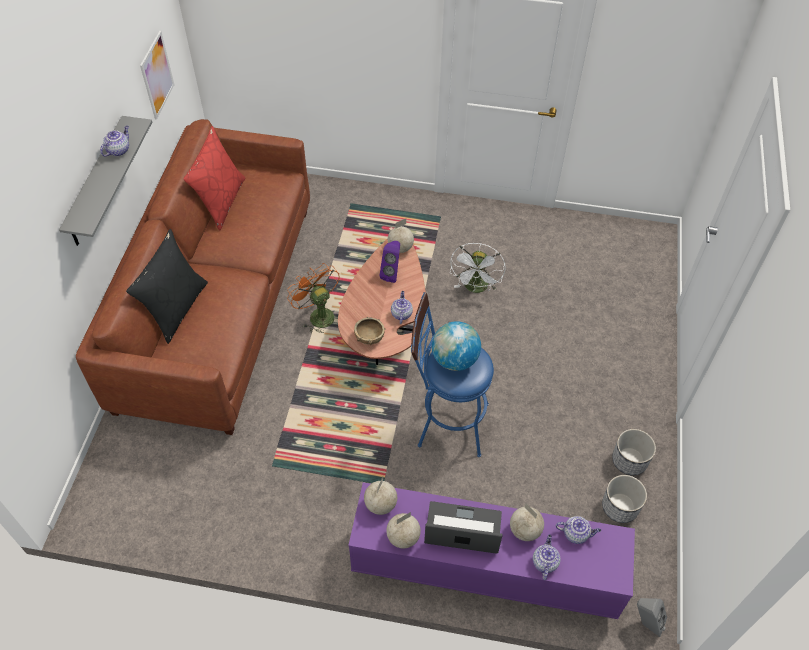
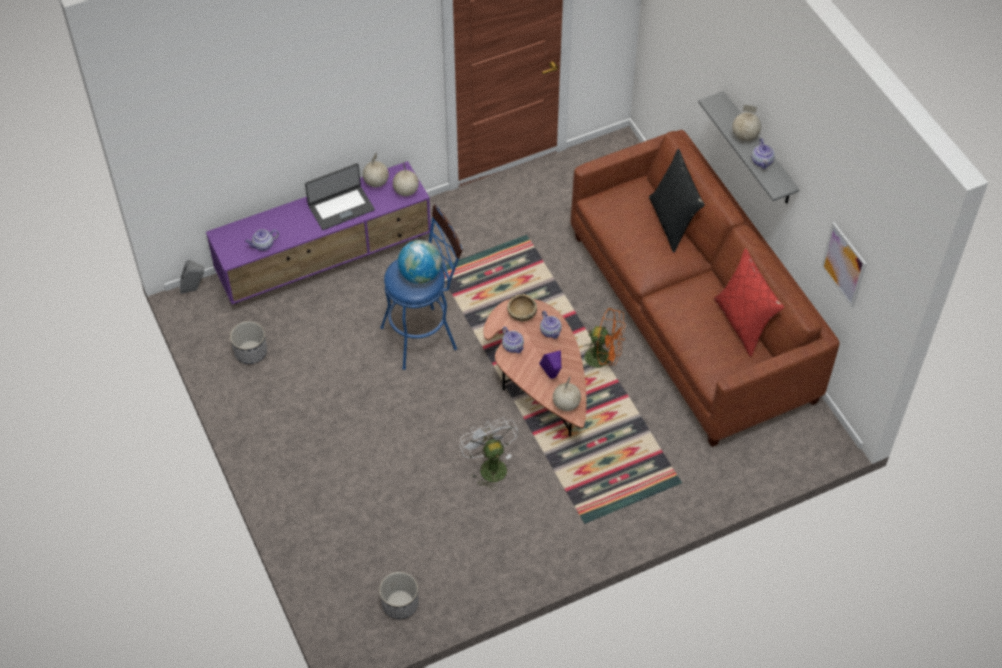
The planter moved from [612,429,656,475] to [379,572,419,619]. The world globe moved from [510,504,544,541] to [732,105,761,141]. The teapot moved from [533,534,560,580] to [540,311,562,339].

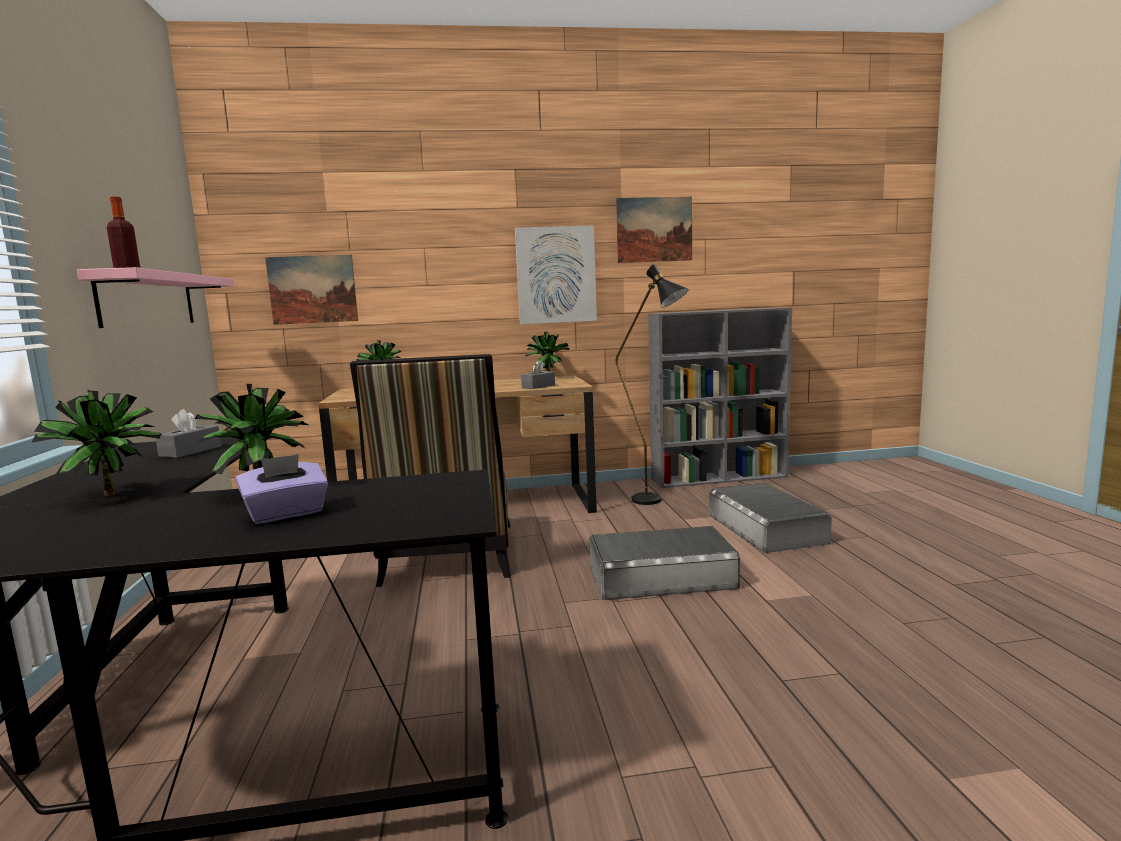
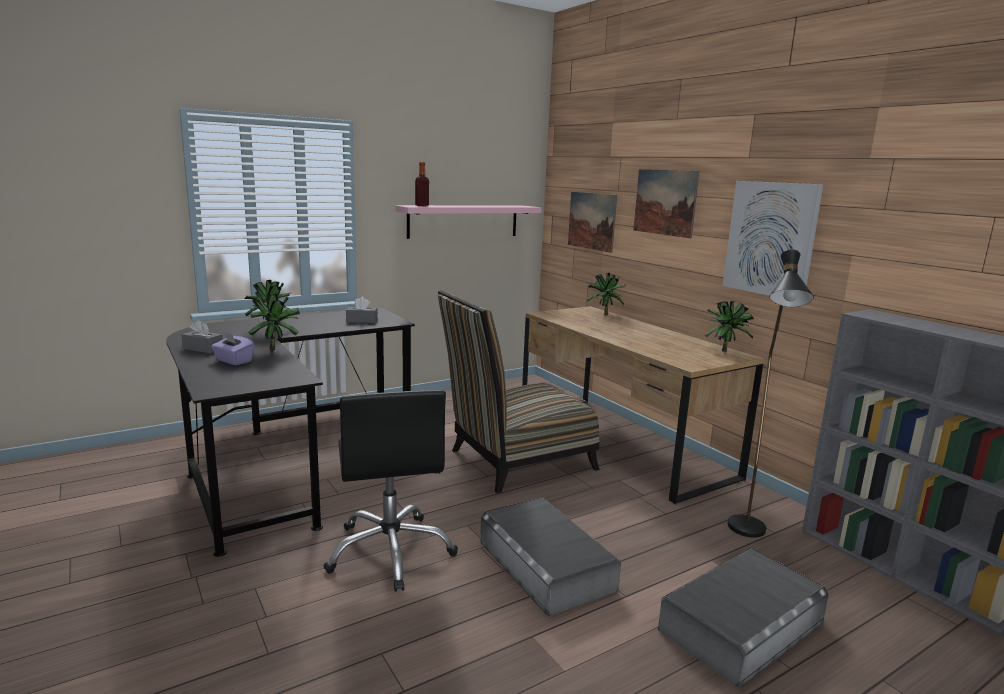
The picture moved from [616,197,692,263] to [634,169,699,238]. The grey box of tissues moved from [521,360,555,389] to [181,320,223,353]. The blackish desk chair at [323,390,458,592] appeared.

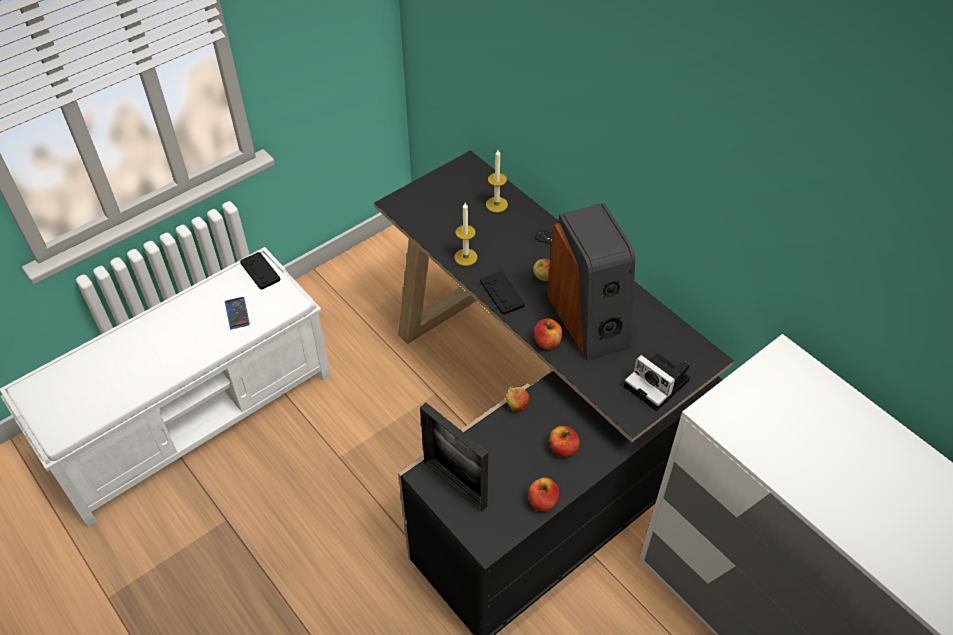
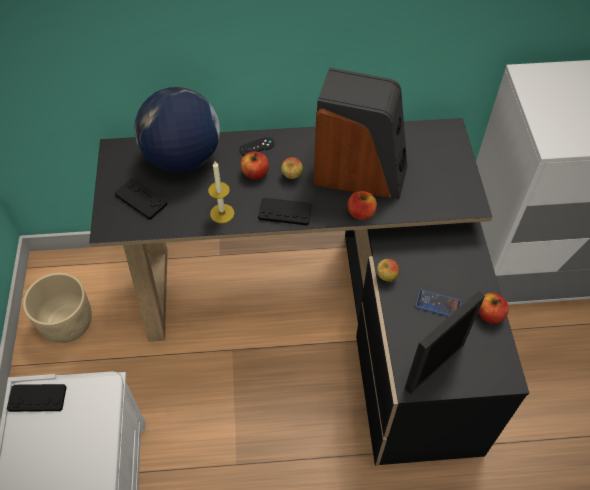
The wax light at [486,150,508,212] was replaced by the world globe at [134,87,220,172]. The phone moved from [225,297,250,329] to [415,289,462,316]. The photo camera at [624,354,690,411] disappeared. The picture frame at [420,403,488,512] turned 150 degrees clockwise. The apple fruit moved from [549,426,580,457] to [240,152,269,179]. The blackish game controller at [115,179,167,219] appeared. The beige planter at [23,273,92,343] appeared.

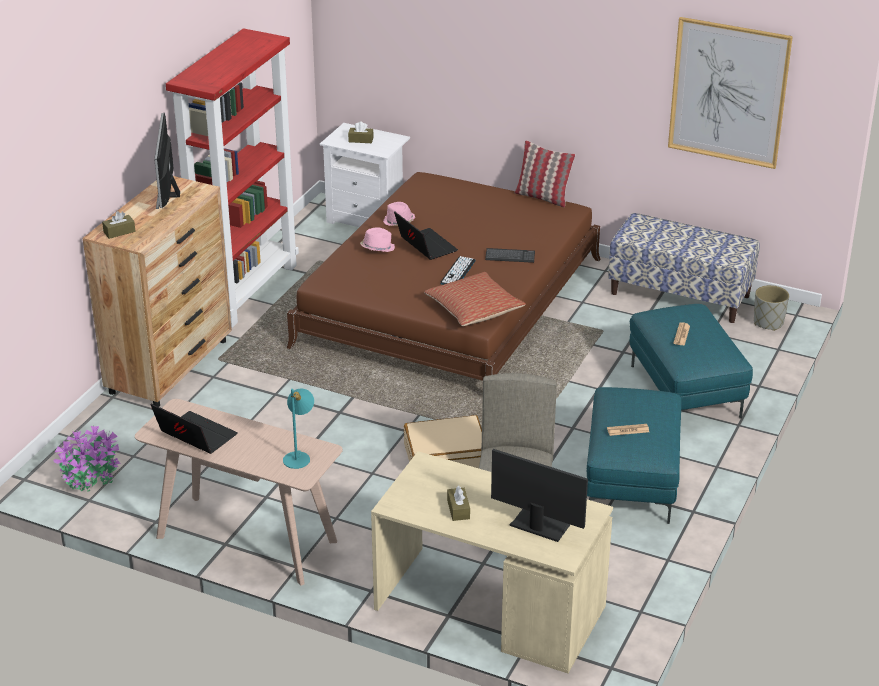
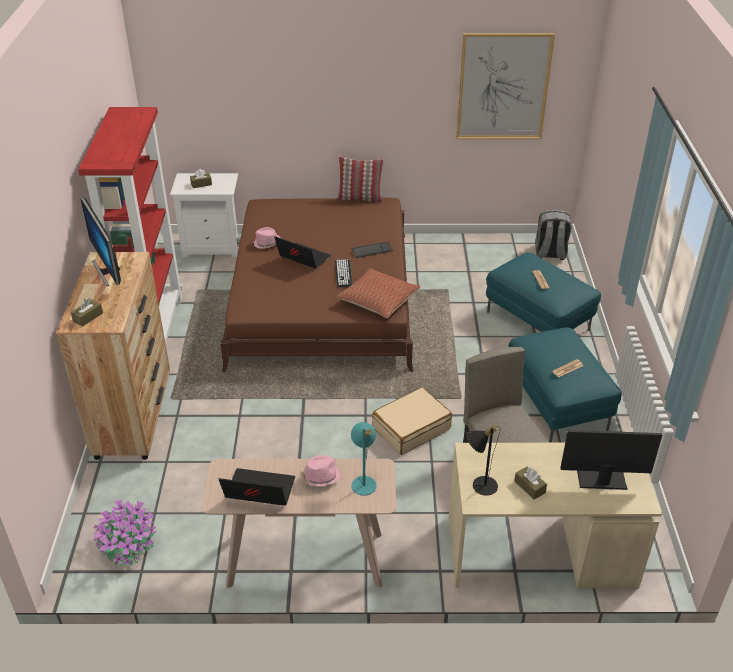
The bench at [608,213,760,323] disappeared. The pinkish wearable hat moved from [360,227,395,252] to [302,455,341,487]. The grey planter at [754,285,789,331] was replaced by the grey backpack at [535,209,571,260]. The blackish table lamp at [466,425,500,496] appeared.

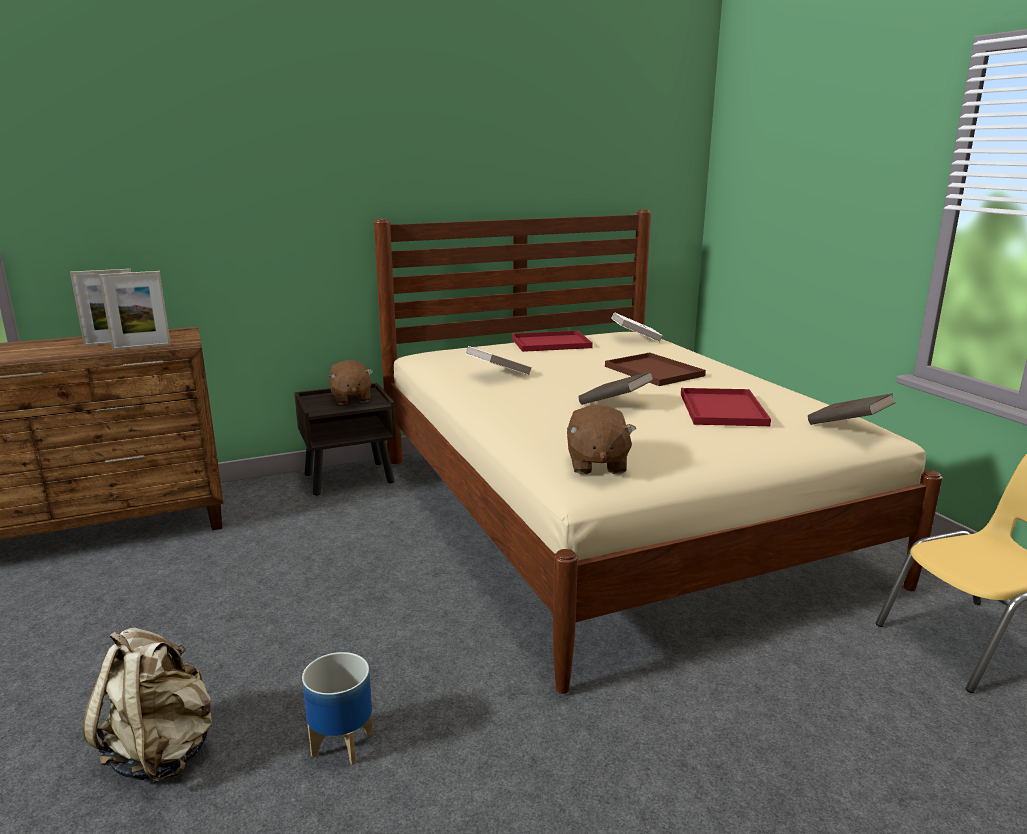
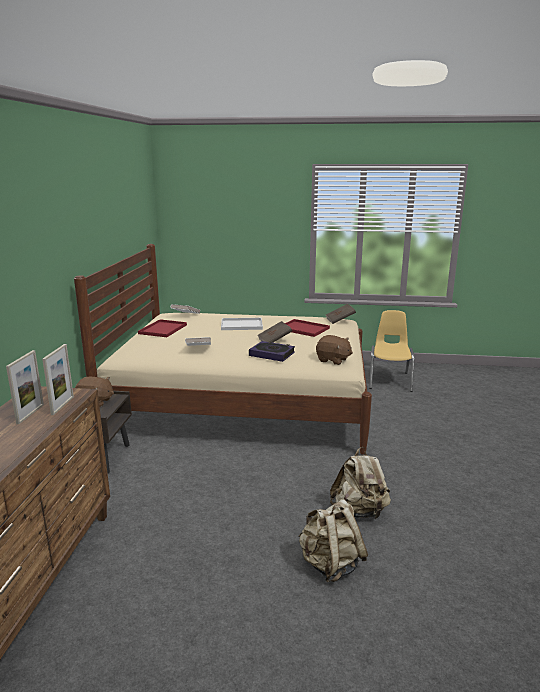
The brown carrying tray at [605,353,706,386] became the white-coloured carrying tray at [221,318,263,330]. The planter at [302,652,373,765] was replaced by the beige backpack at [330,447,391,520]. The book at [249,341,295,362] appeared.

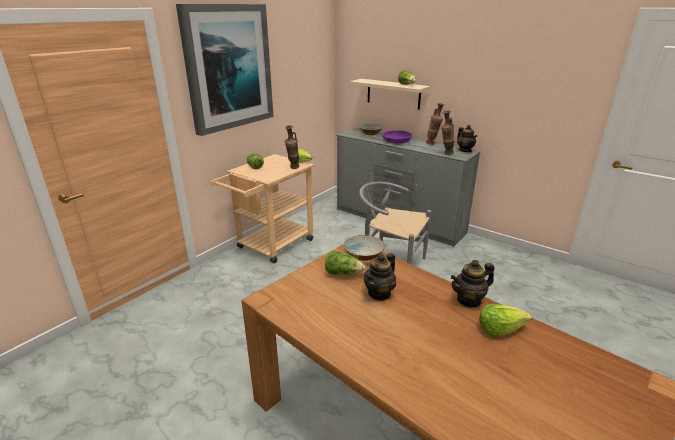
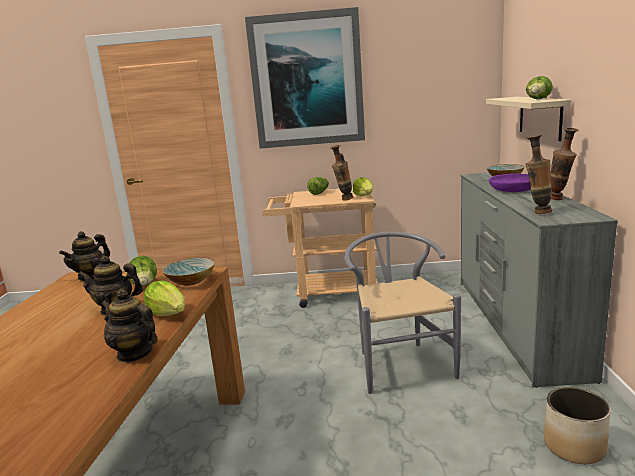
The teapot moved from [457,125,477,152] to [59,231,110,281]. The head of lettuce moved from [479,304,532,337] to [144,280,185,316]. The planter at [544,387,611,464] appeared.

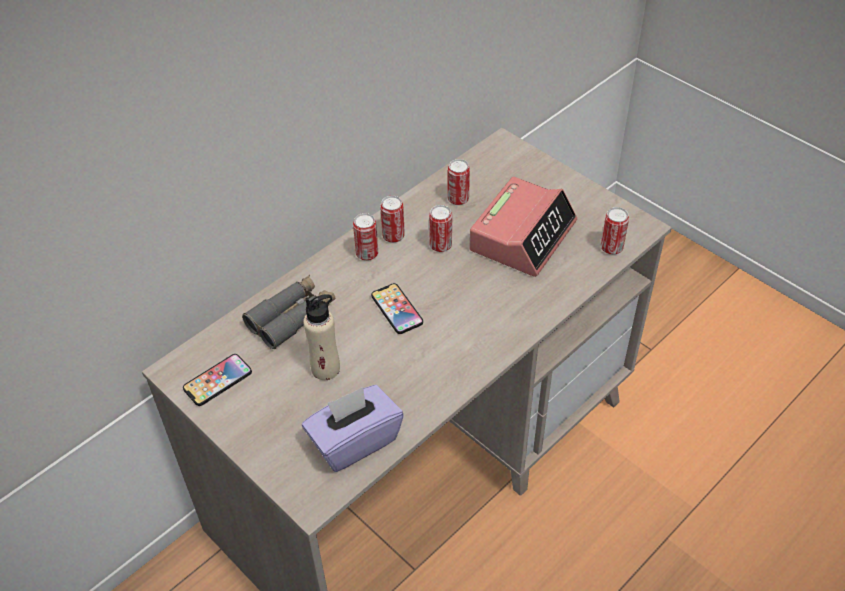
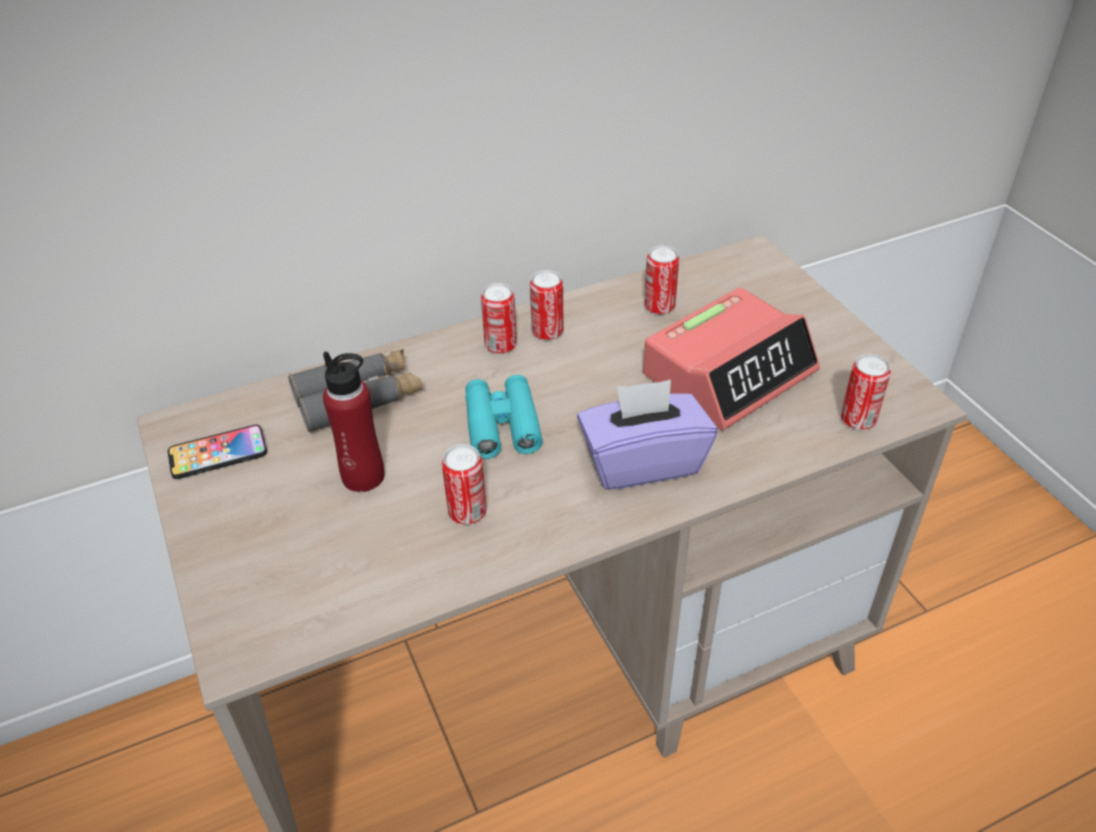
The can moved from [429,205,452,252] to [442,444,487,525]. The phone at [371,283,423,334] was replaced by the turquoise-coloured field glasses at [465,375,543,459]. The beige bottle at [303,294,340,380] became the reddish bottle at [323,352,385,492]. The purple box of tissues moved from [302,385,404,472] to [577,380,717,490].

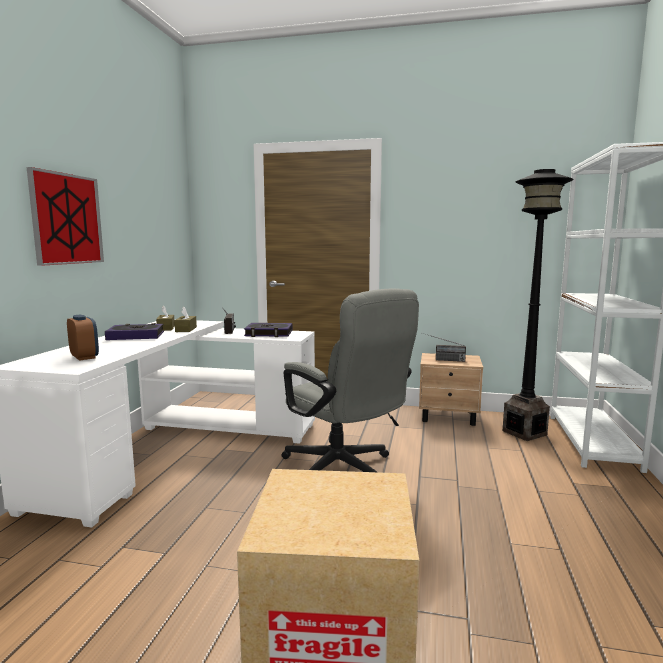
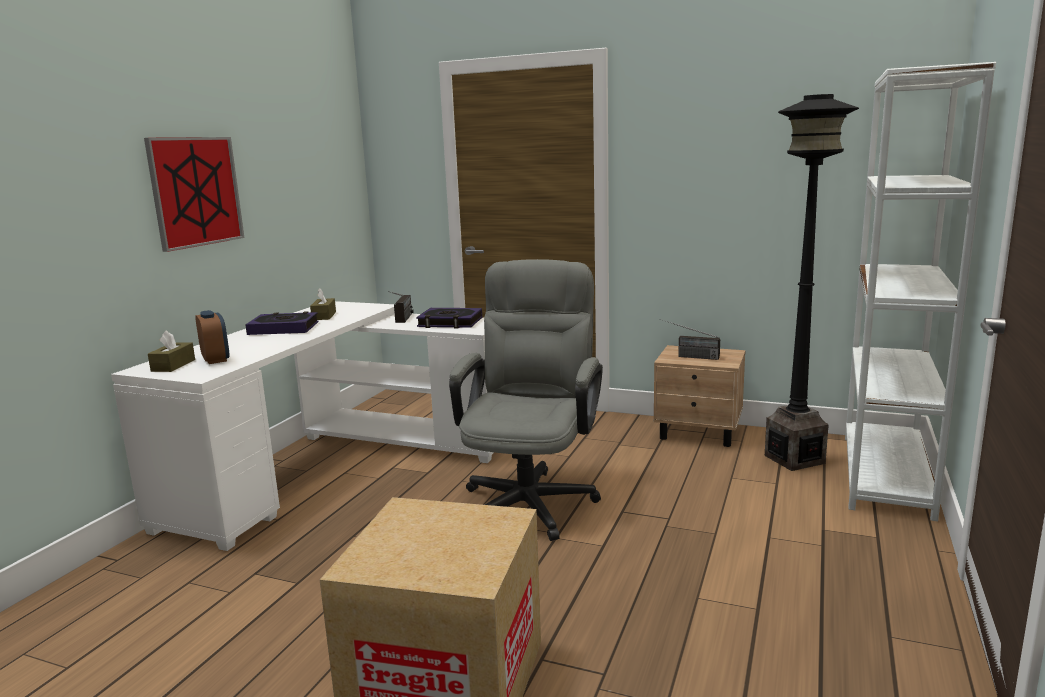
The grey desk chair at [281,289,419,472] turned 135 degrees counterclockwise. The brown box of tissues moved from [174,307,197,332] to [148,330,195,372].

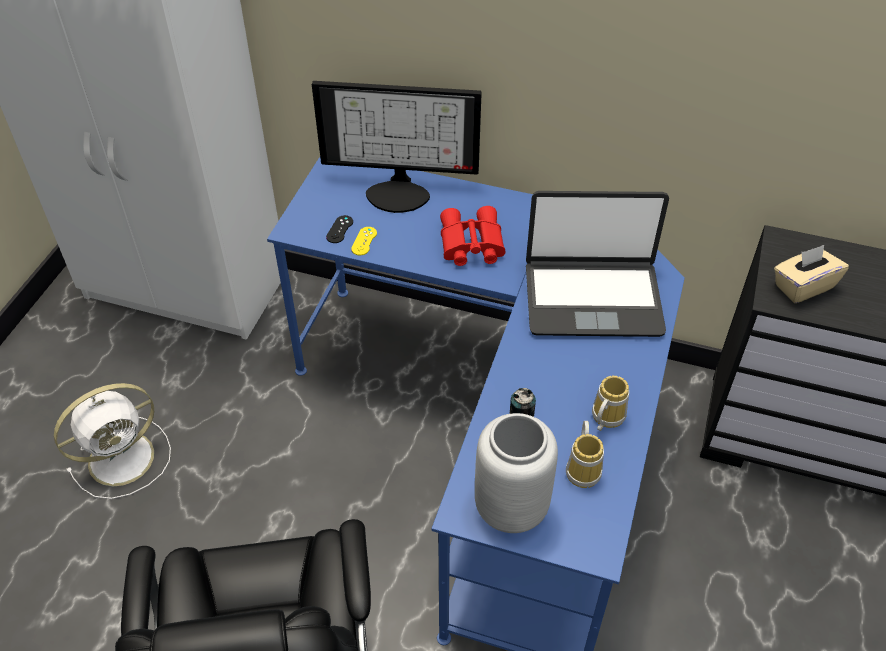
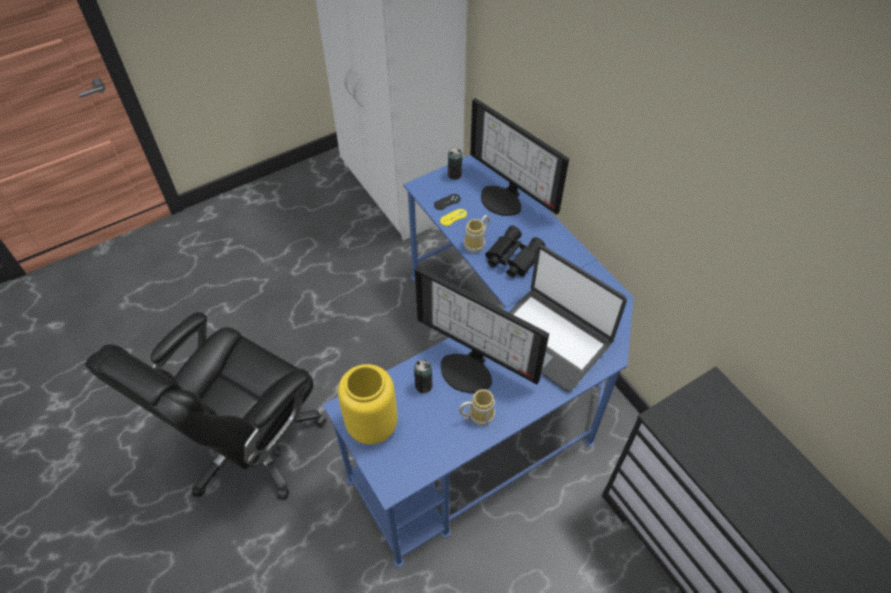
The reddish field glasses at [440,206,505,266] became the blackish field glasses at [486,225,545,278]. The beige box of tissues at [774,245,849,303] disappeared. The white-coloured fan at [54,383,171,499] disappeared. The grey vase at [475,413,558,533] became the yellow vase at [338,364,397,445]. The coffee mug moved from [566,421,604,488] to [464,215,490,253]. The can at [448,148,462,180] appeared. The monitor at [415,267,549,393] appeared.

